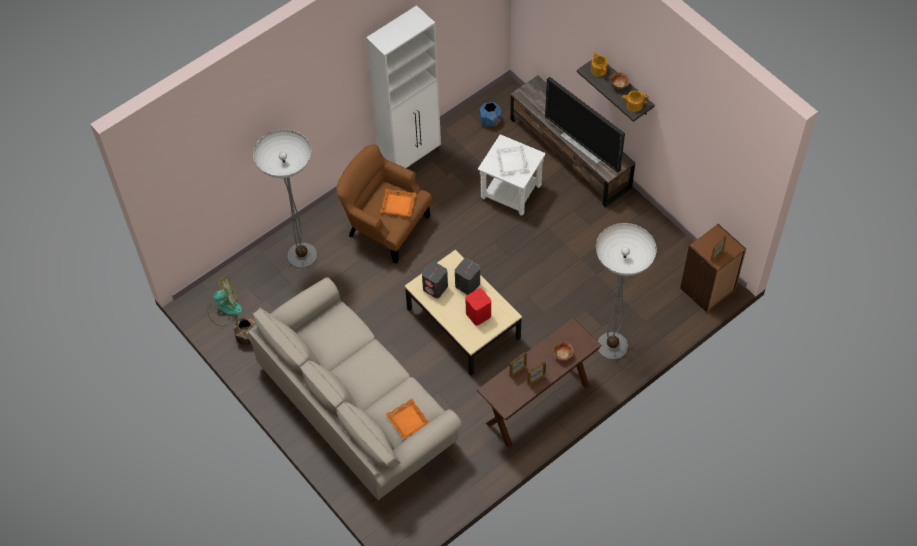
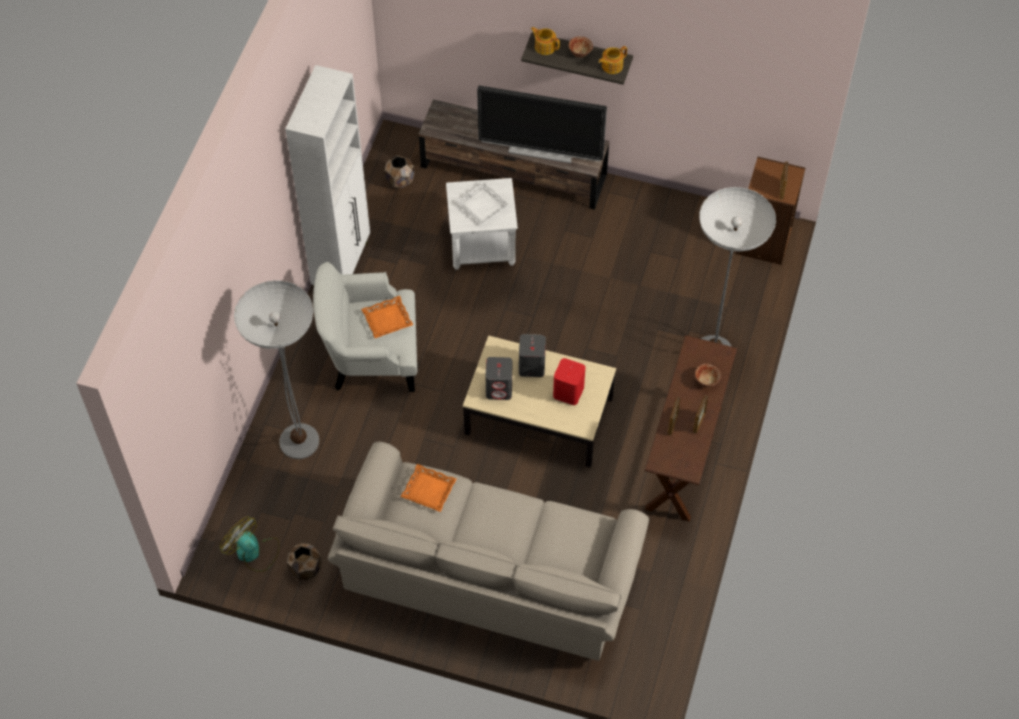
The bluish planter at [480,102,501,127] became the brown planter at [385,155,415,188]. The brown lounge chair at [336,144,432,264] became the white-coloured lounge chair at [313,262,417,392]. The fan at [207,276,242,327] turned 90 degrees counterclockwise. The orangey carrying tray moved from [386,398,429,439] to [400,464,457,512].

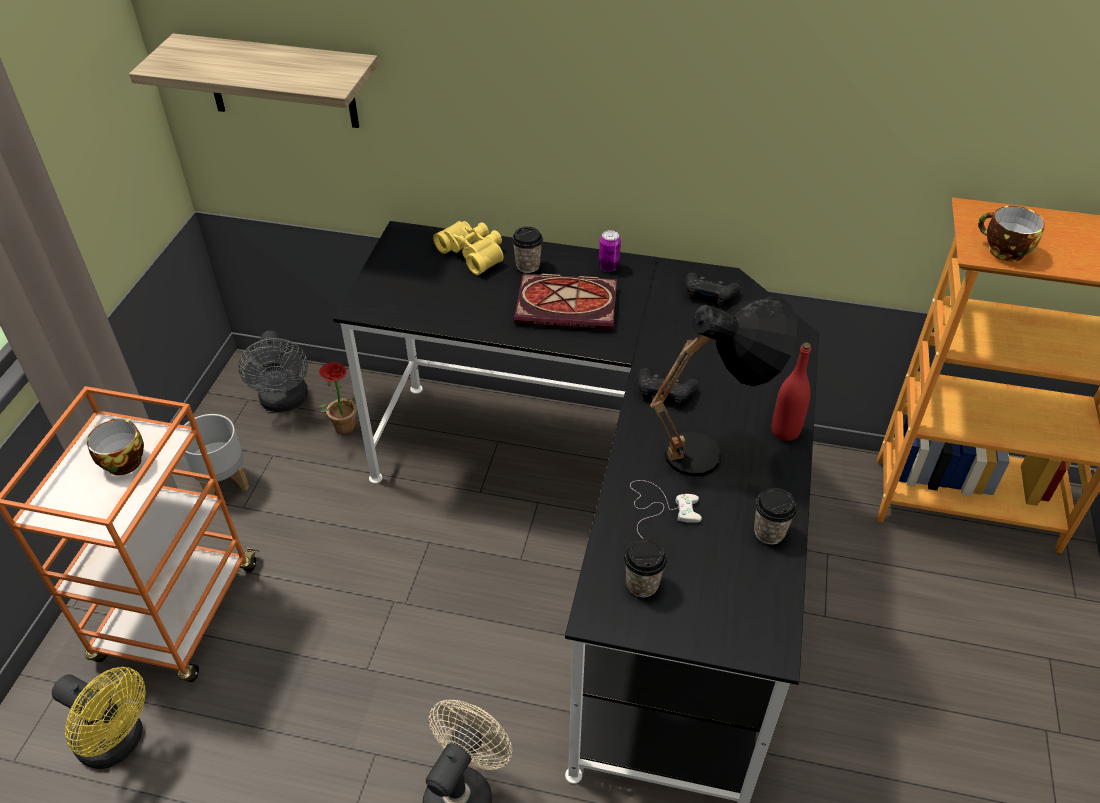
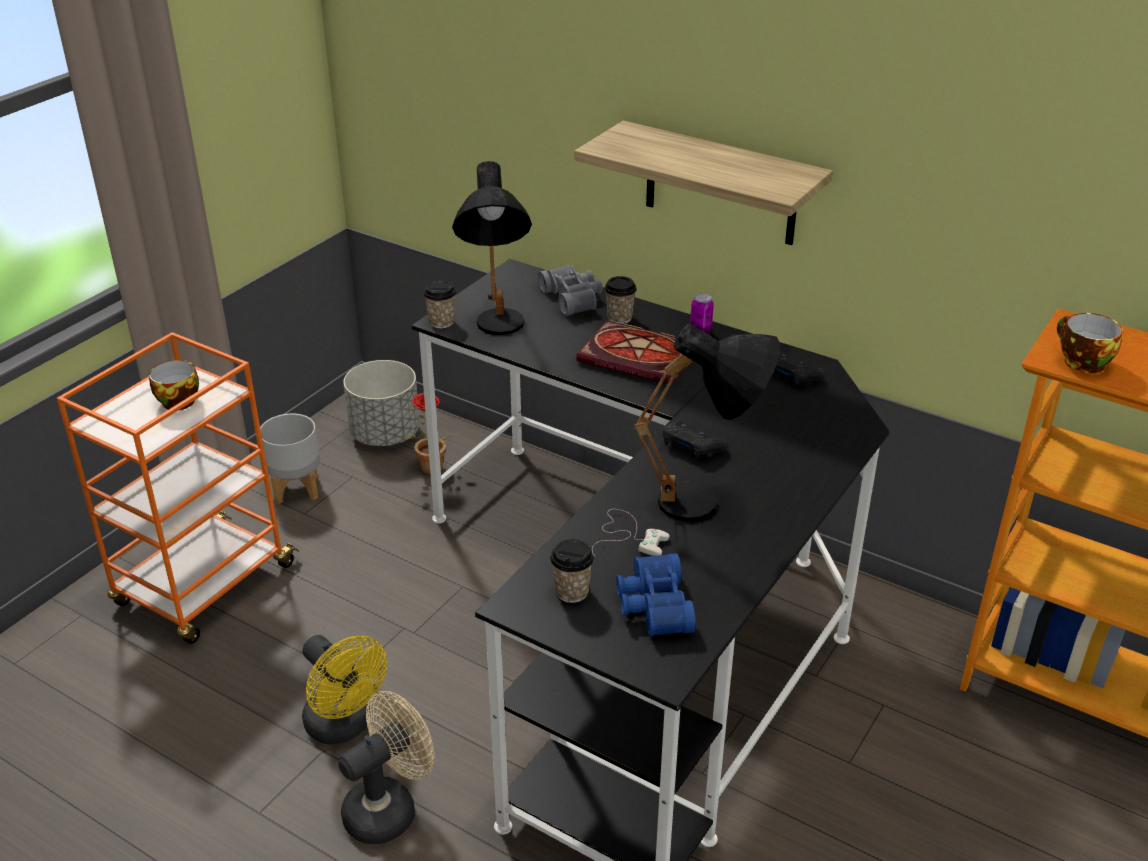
The shelf moved from [129,33,378,128] to [575,121,833,245]. The yellow field glasses at [433,221,504,275] became the grey field glasses at [538,265,603,316]. The grey fan at [238,331,308,412] was replaced by the grey planter at [343,360,420,446]. The reddish bottle at [772,343,811,441] disappeared. The cup moved from [754,488,797,545] to [423,280,456,328]. The yellow fan moved from [52,667,146,769] to [302,635,387,745]. The blackish table lamp at [452,161,532,335] appeared. The bluish field glasses at [616,553,696,636] appeared.

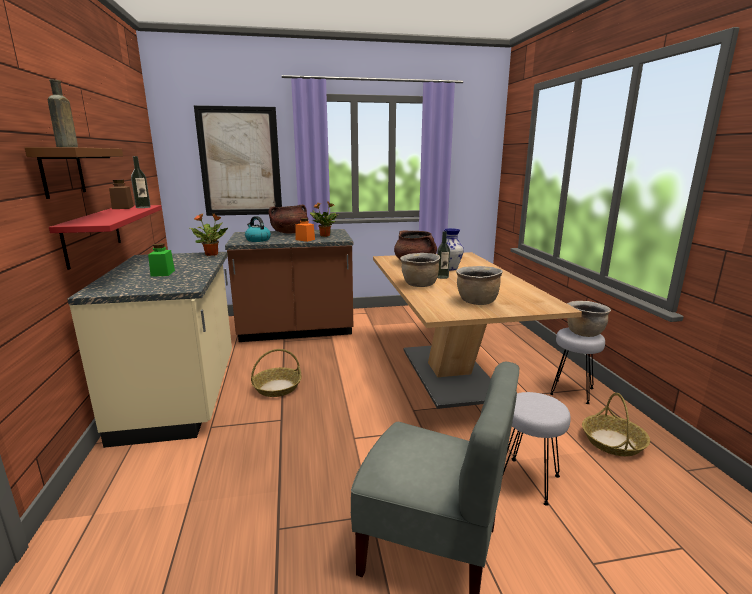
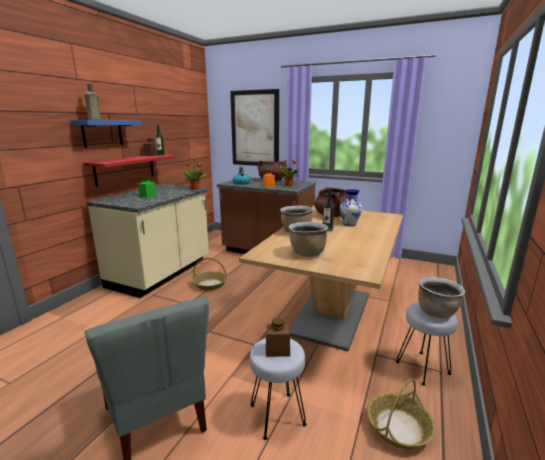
The brown shelf at [25,147,123,199] became the bluish shelf at [71,120,142,148]. The brown preserve jar at [266,318,290,357] appeared.

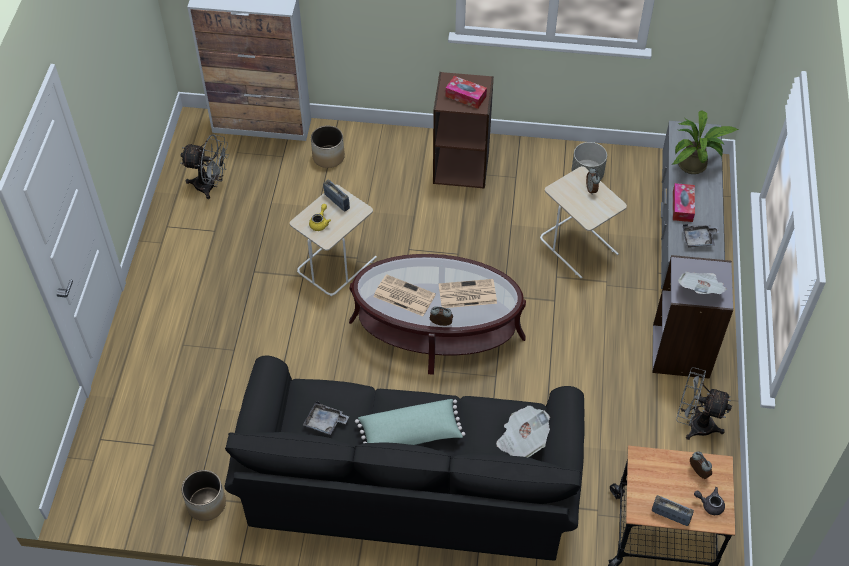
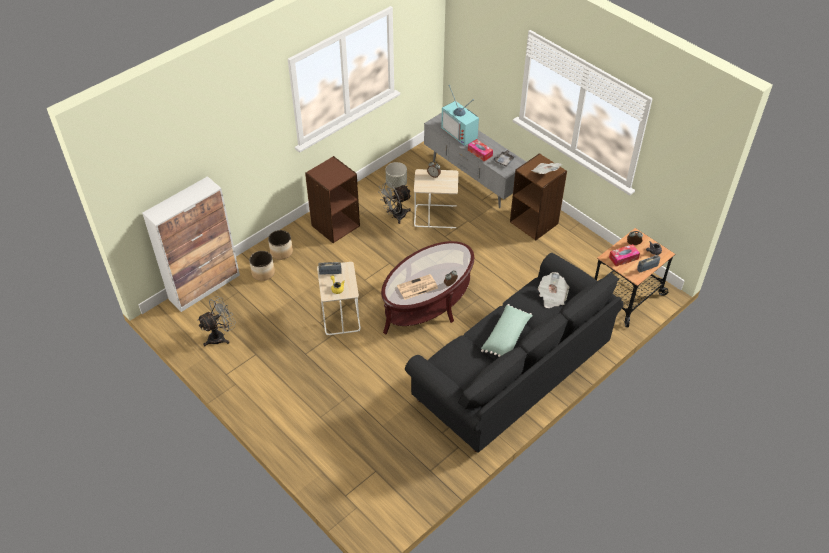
The box of tissues moved from [445,76,487,109] to [609,244,640,266]. The houseplant at [673,110,738,174] was replaced by the TV set at [441,85,479,146]. The grey bookcase at [652,255,733,379] became the brown bookcase at [510,153,567,240]. The daily paper at [439,279,497,308] disappeared. The grey fan moved from [676,367,732,440] to [378,182,412,224]. The grey carrying tray at [303,401,349,435] disappeared. The planter moved from [182,470,226,521] to [268,230,293,260].

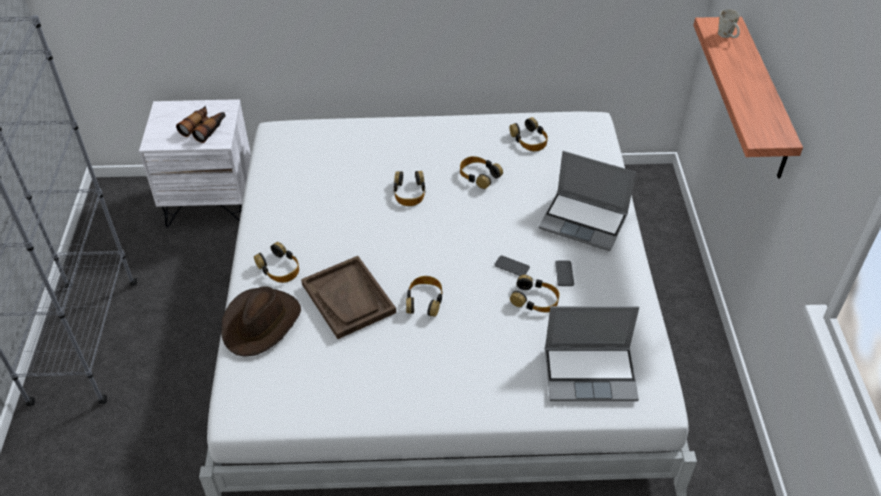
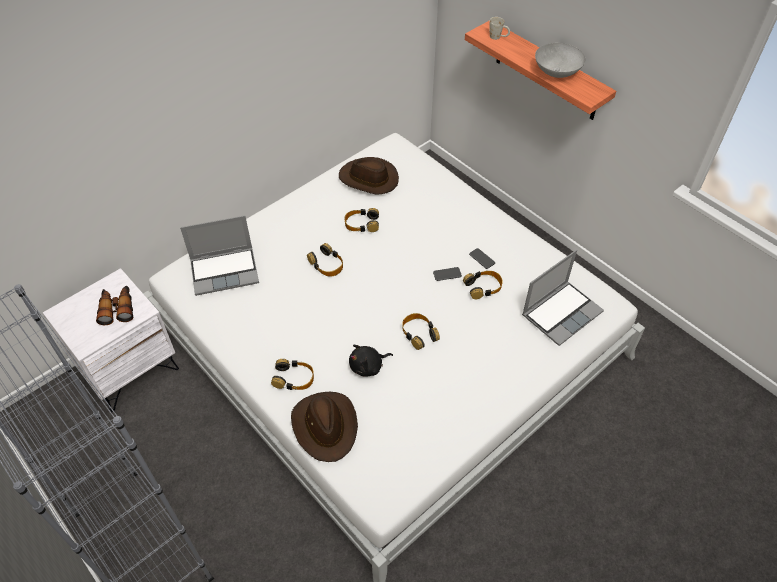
The headphones at [510,117,548,151] was replaced by the brown wearable hat at [339,157,399,195]. The laptop moved from [538,151,636,251] to [180,215,259,296]. The brown carrying tray at [301,256,396,339] was replaced by the blackish plush toy at [349,345,393,377]. The grey deep dish at [535,43,585,78] appeared.

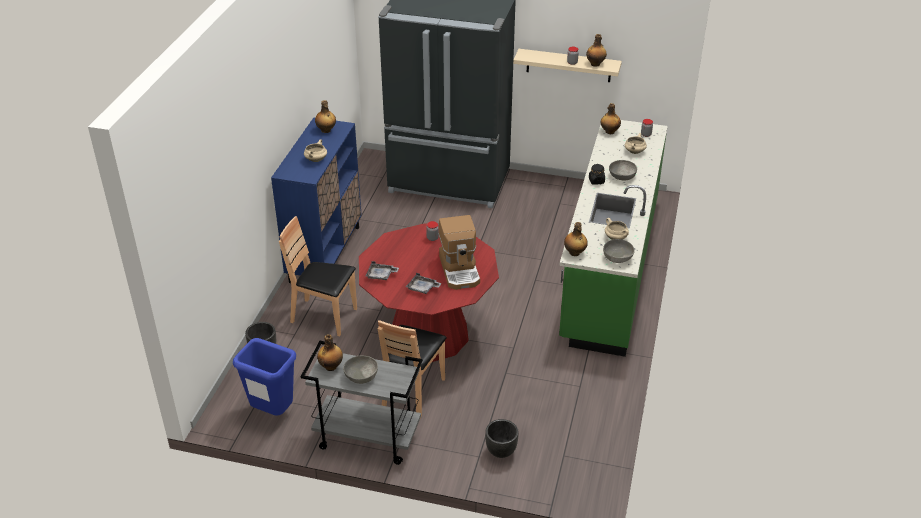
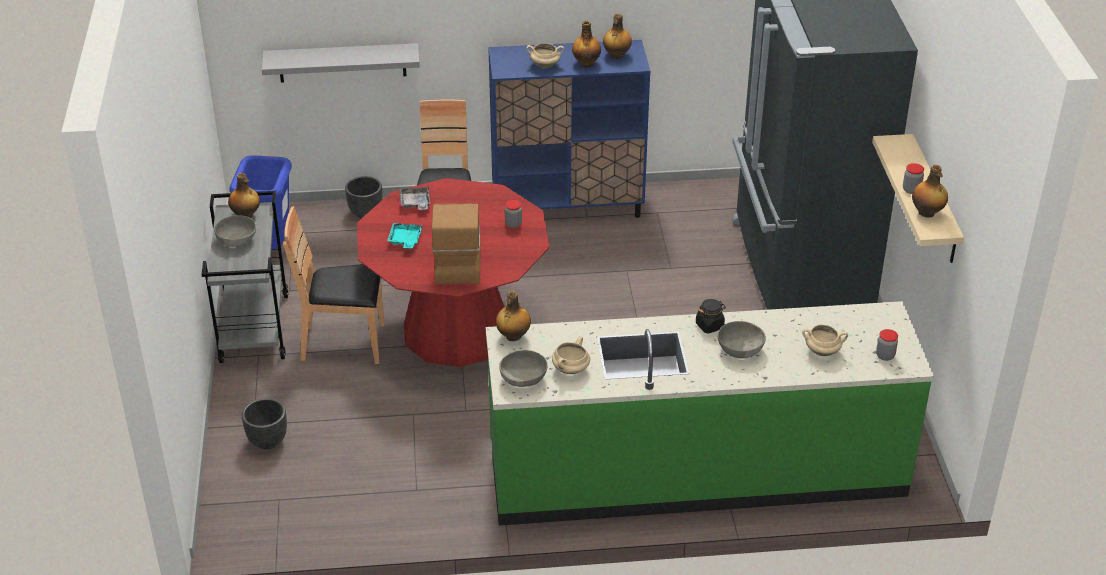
The bottle moved from [601,103,621,134] to [572,21,601,68]. The coffee brewer at [439,215,480,290] turned 120 degrees clockwise. The grey carrying tray at [406,273,442,294] became the turquoise-coloured carrying tray at [387,223,422,248]. The grey shelf at [262,43,420,83] appeared.

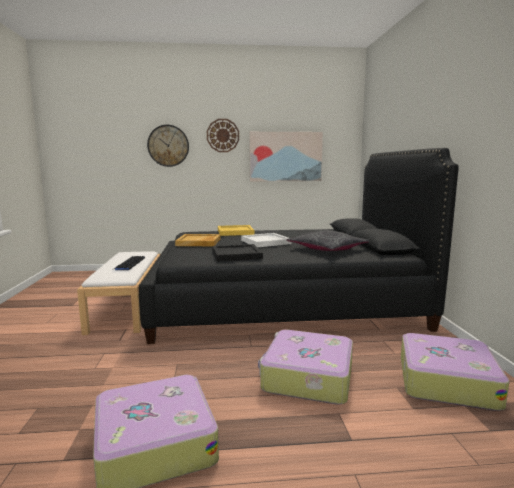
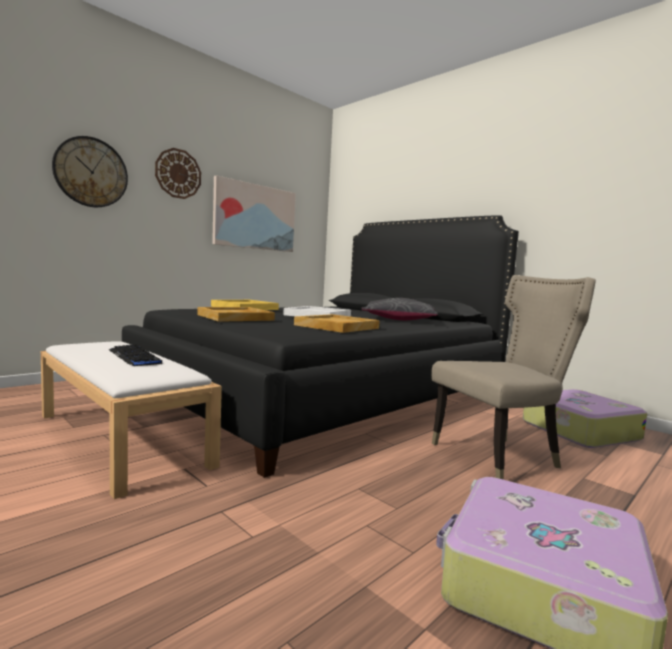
The blackish carrying tray at [212,244,263,262] became the beige carrying tray at [294,314,380,333]. The travel case at [258,329,353,405] was replaced by the beige upright chair at [431,275,596,480].

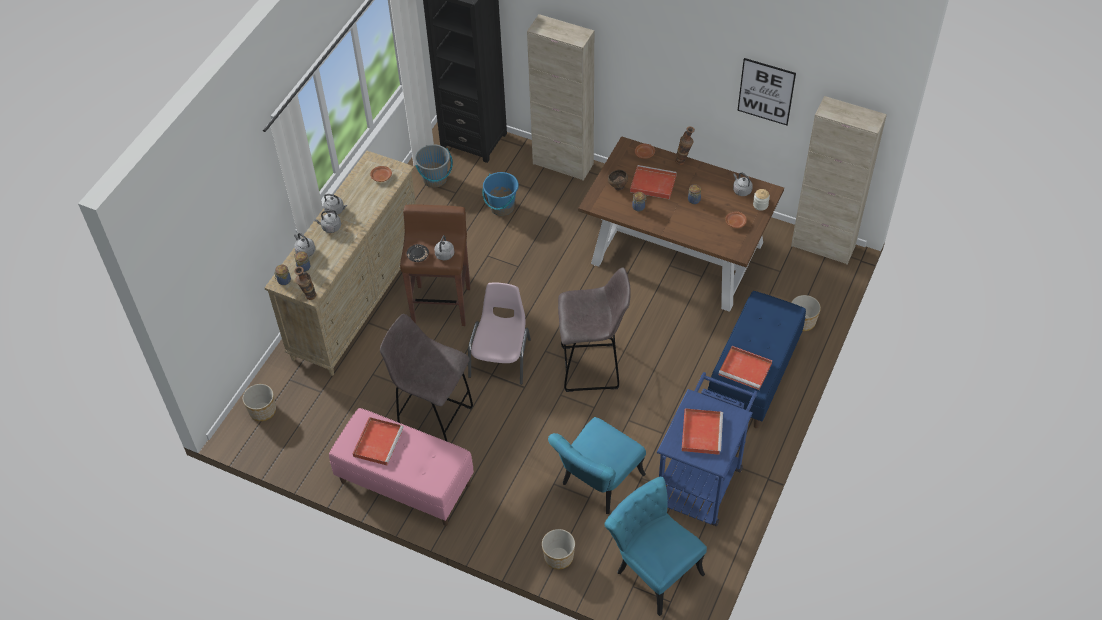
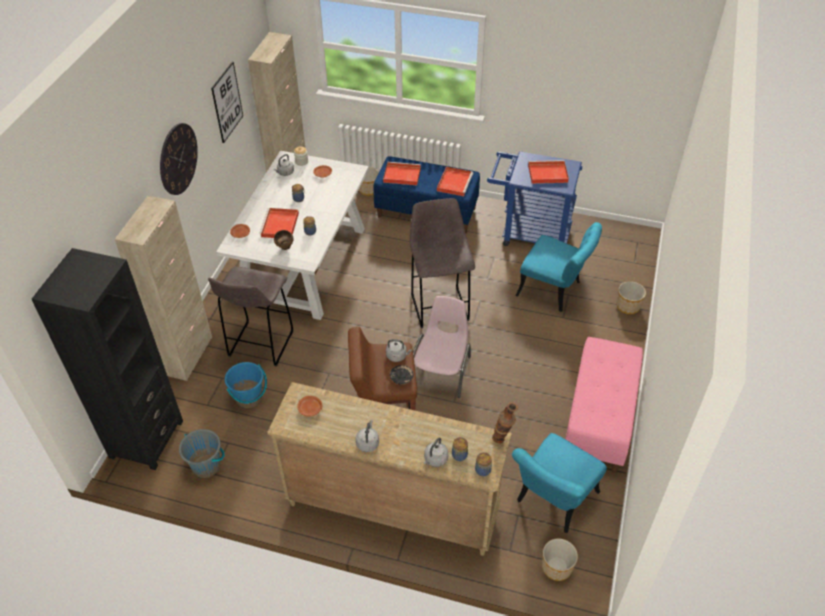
The vase at [675,127,695,165] disappeared. The brown kitchen table at [578,136,784,312] became the white-coloured kitchen table at [216,151,369,320]. The grey water kettle at [314,210,341,233] disappeared. The pinkish upright chair at [468,282,531,385] turned 105 degrees clockwise. The grey stool seat moved from [380,314,473,442] to [208,267,293,367]. The reddish carrying tray moved from [353,417,404,465] to [383,162,421,185]. The turquoise-coloured upright chair moved from [604,477,707,616] to [512,433,607,533]. The wall clock at [160,123,198,195] appeared.

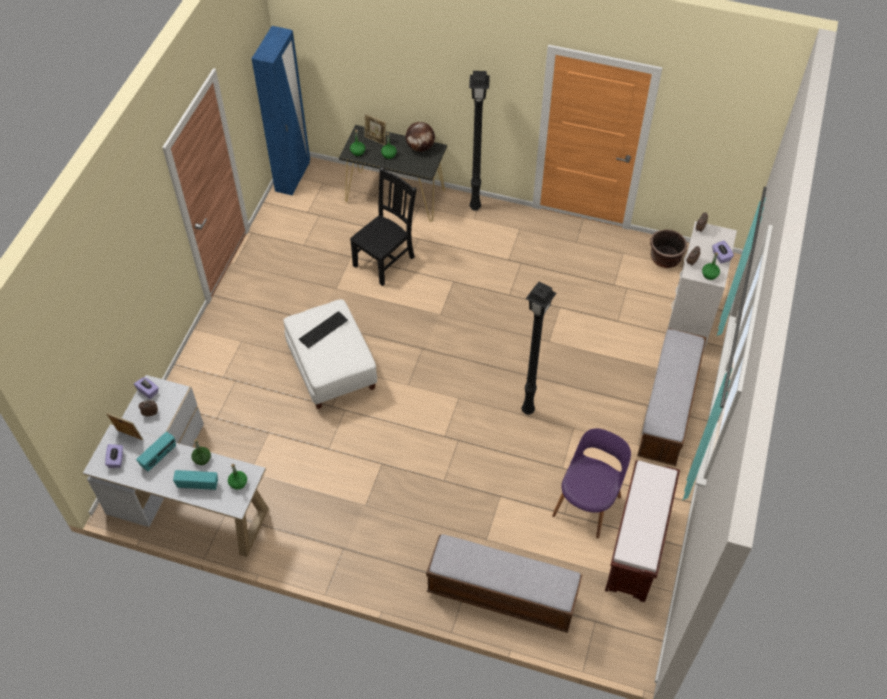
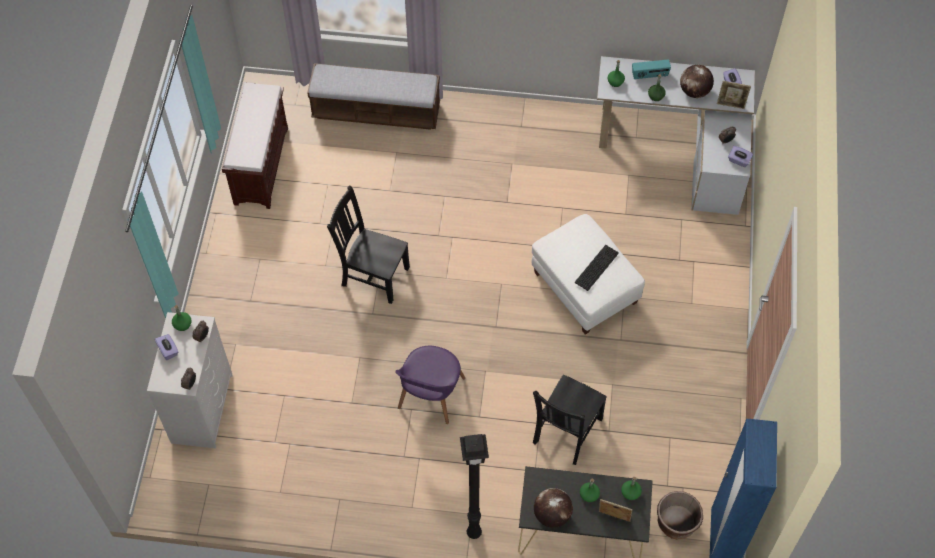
The brown planter moved from [650,229,687,268] to [657,491,703,539]. The blackish standard lamp at [521,282,557,415] was replaced by the blackish upright chair at [327,185,410,304]. The bench at [637,328,707,466] disappeared. The purple upright chair moved from [552,428,631,539] to [395,346,465,424]. The radio receiver at [136,431,176,471] was replaced by the world globe at [680,65,714,98].

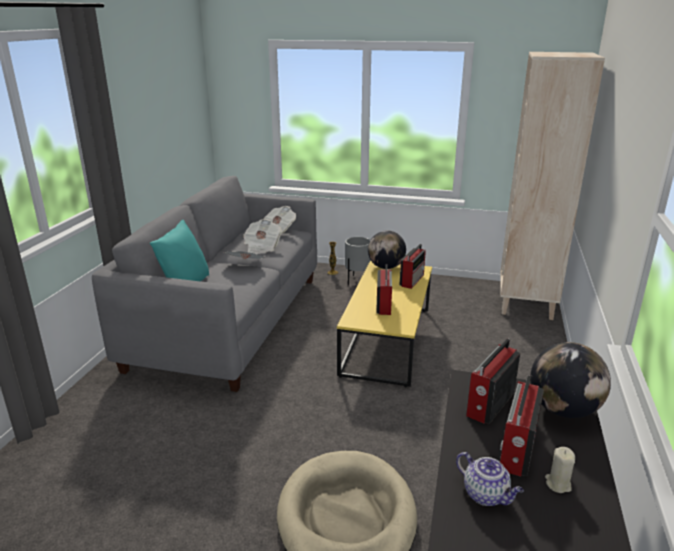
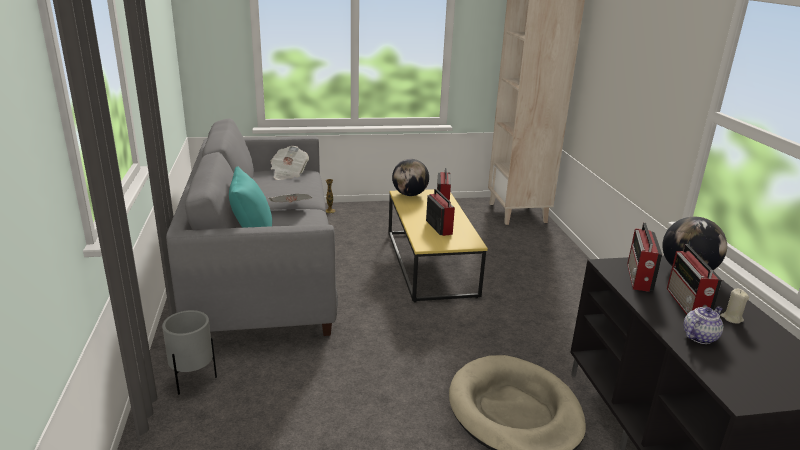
The daily paper at [243,219,282,254] disappeared. The grey planter moved from [345,237,371,286] to [162,310,217,395]. The teapot at [456,452,523,506] turned 60 degrees counterclockwise.

